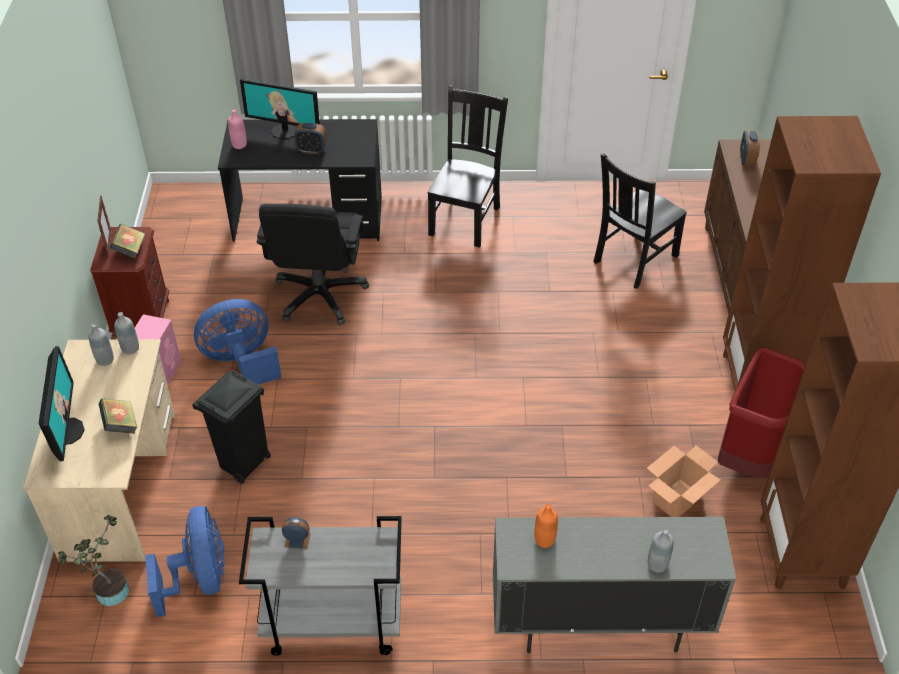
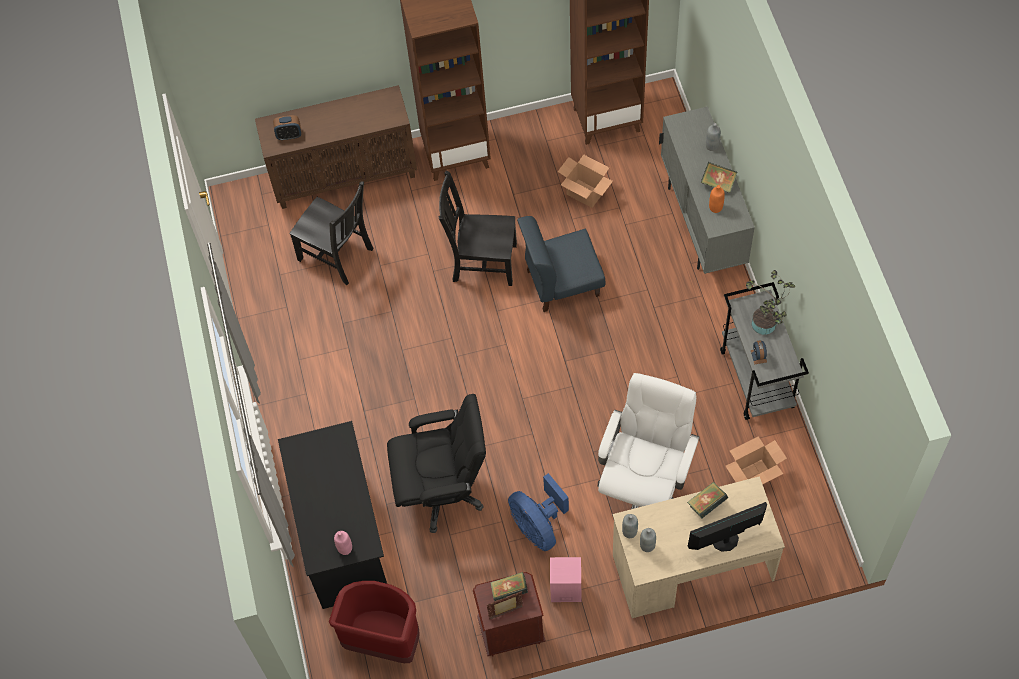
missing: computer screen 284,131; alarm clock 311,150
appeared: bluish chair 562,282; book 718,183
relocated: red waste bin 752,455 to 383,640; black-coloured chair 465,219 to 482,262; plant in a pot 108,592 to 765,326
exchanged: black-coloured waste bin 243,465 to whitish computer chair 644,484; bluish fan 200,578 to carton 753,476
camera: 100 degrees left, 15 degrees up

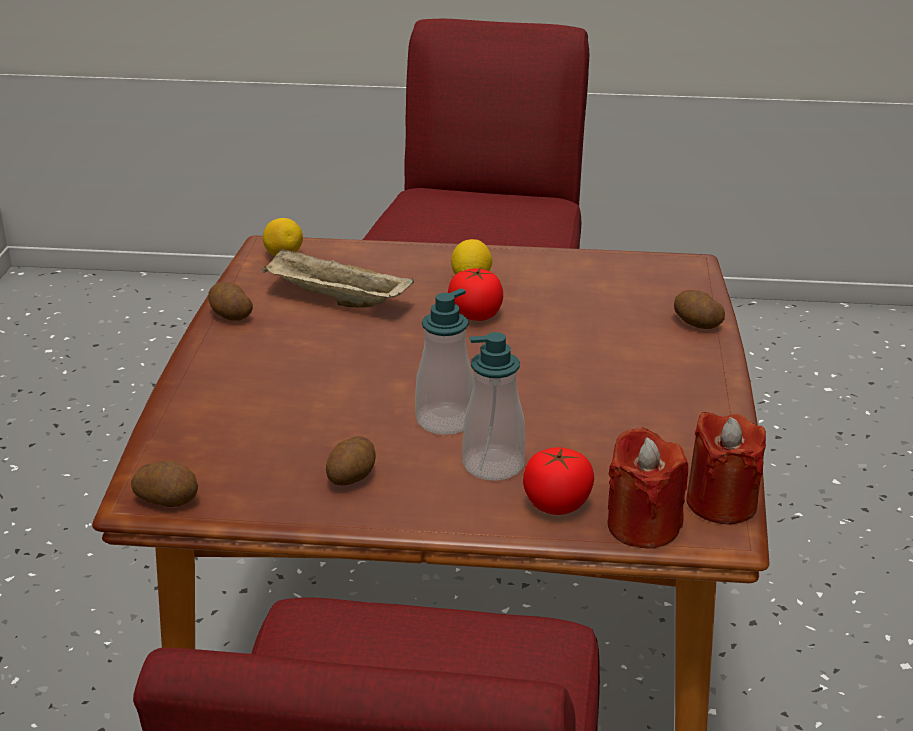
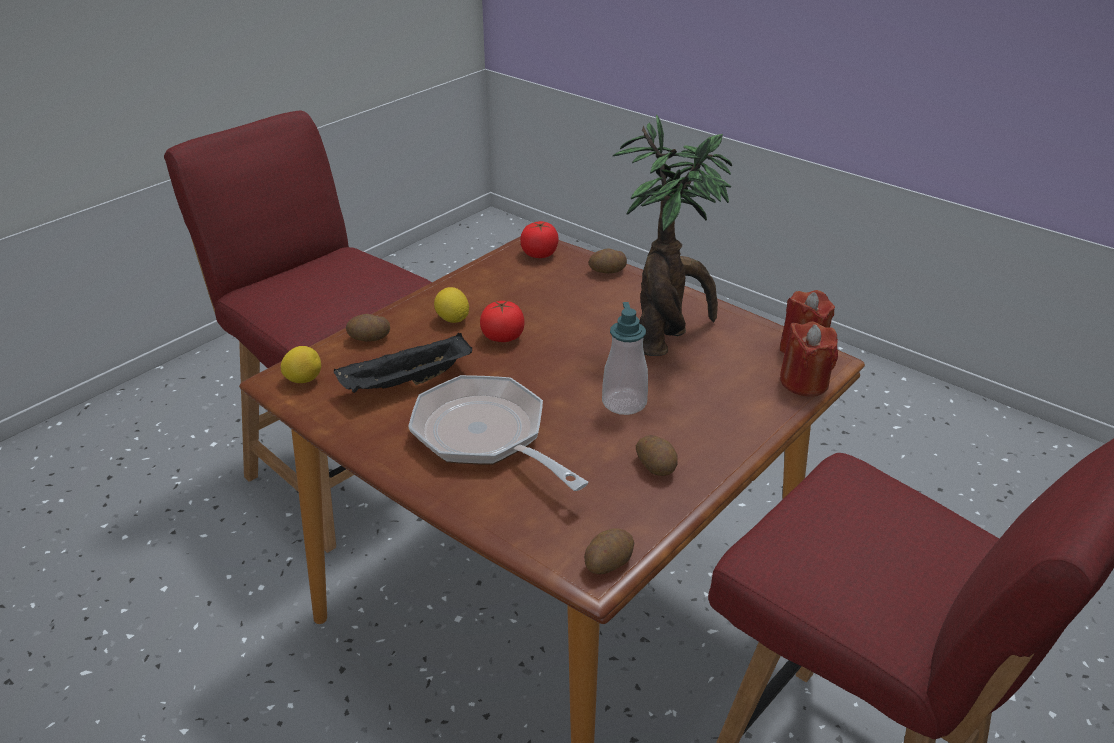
missing: soap dispenser 493,465
appeared: frying pan 486,437; plant in a pot 668,338
relocated: whole potato 230,315 to 369,339; tomato 557,504 to 539,254
colour: beige-coloured carrying tray 334,300 to black-coloured carrying tray 406,383
camera: 55 degrees left, 5 degrees up

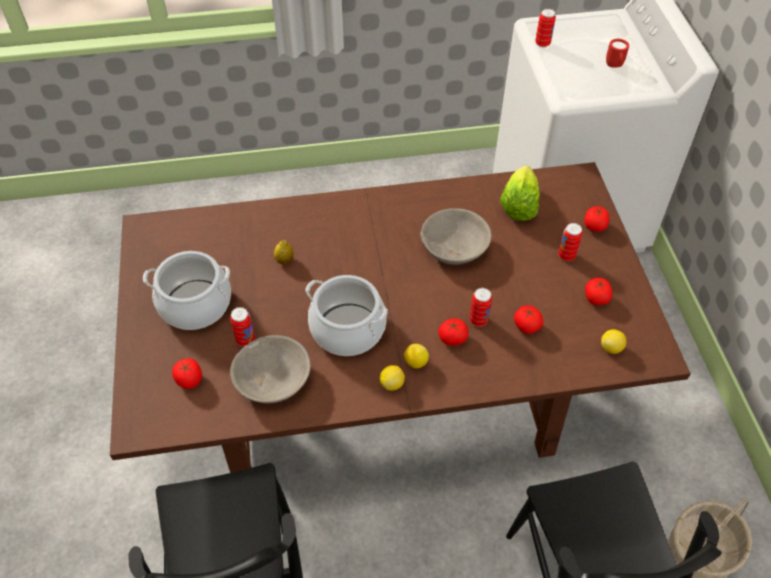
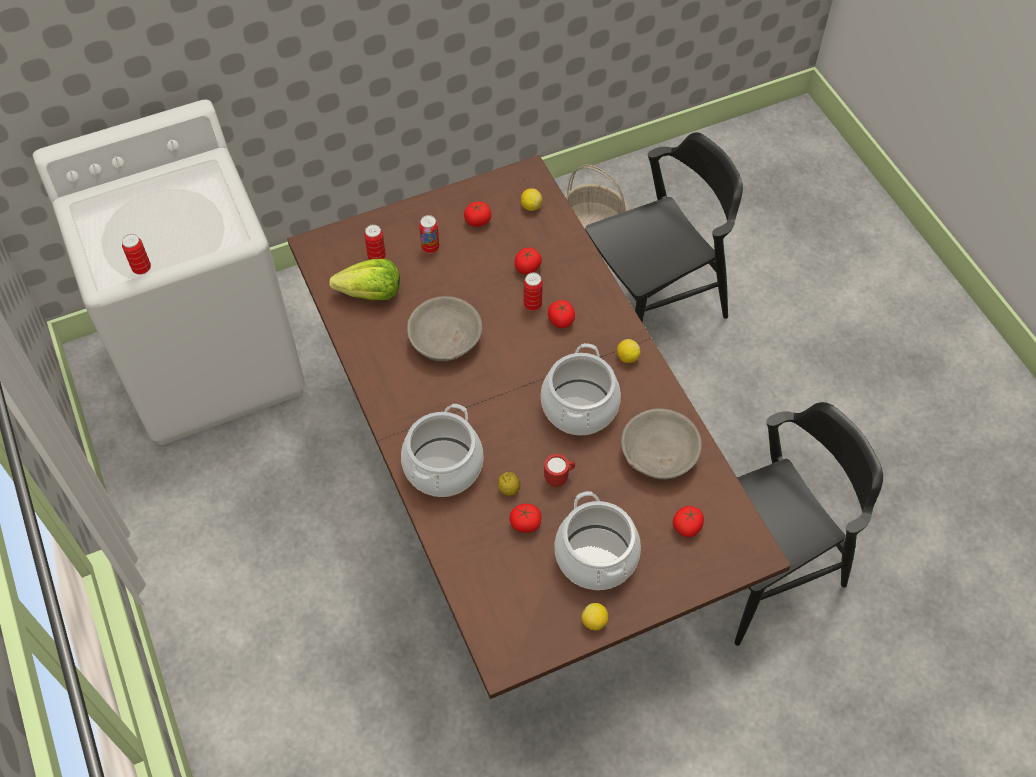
appeared: stockpot 442,466
relocated: metal can 245,339 to 376,257; tomato 594,226 to 525,524; red tea mug 614,66 to 559,478; citrus fruit 415,362 to 594,622
camera: 105 degrees left, 5 degrees up

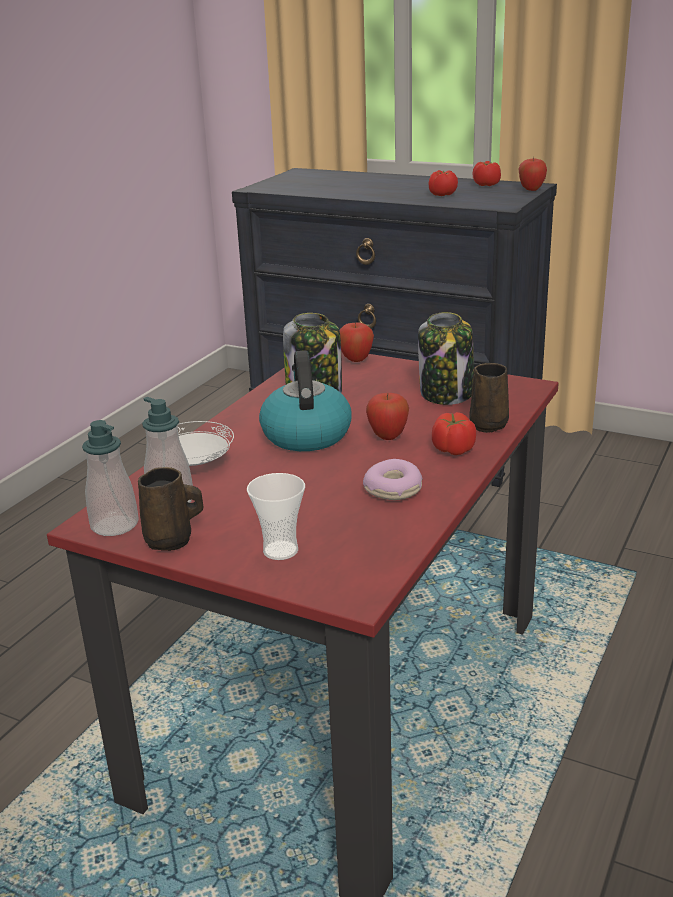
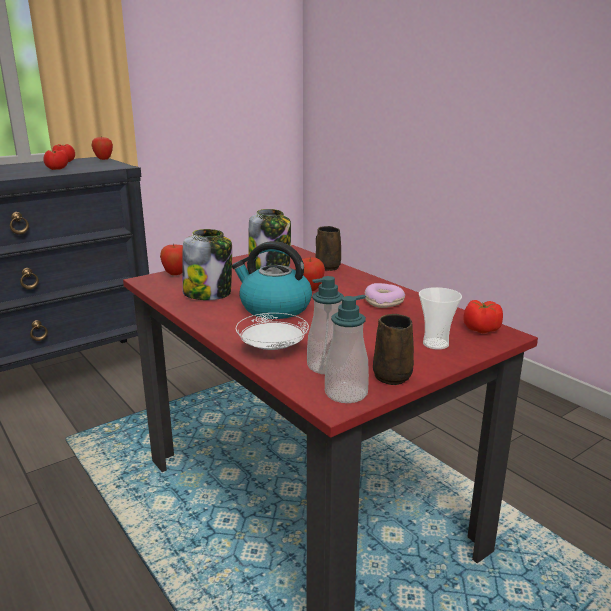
relocated: tomato 453,450 to 481,329
camera: 65 degrees left, 5 degrees down

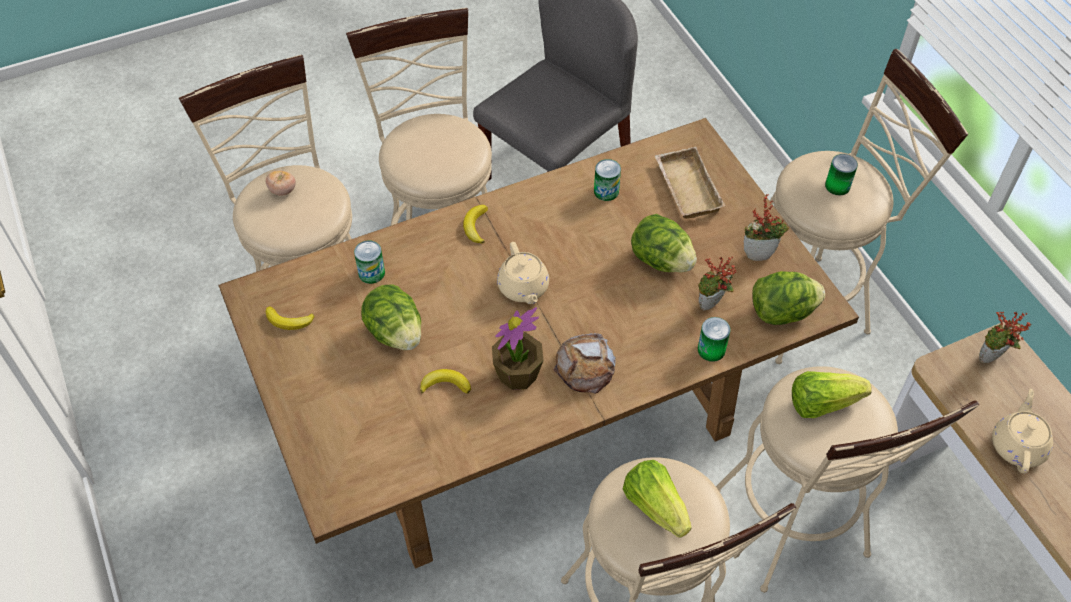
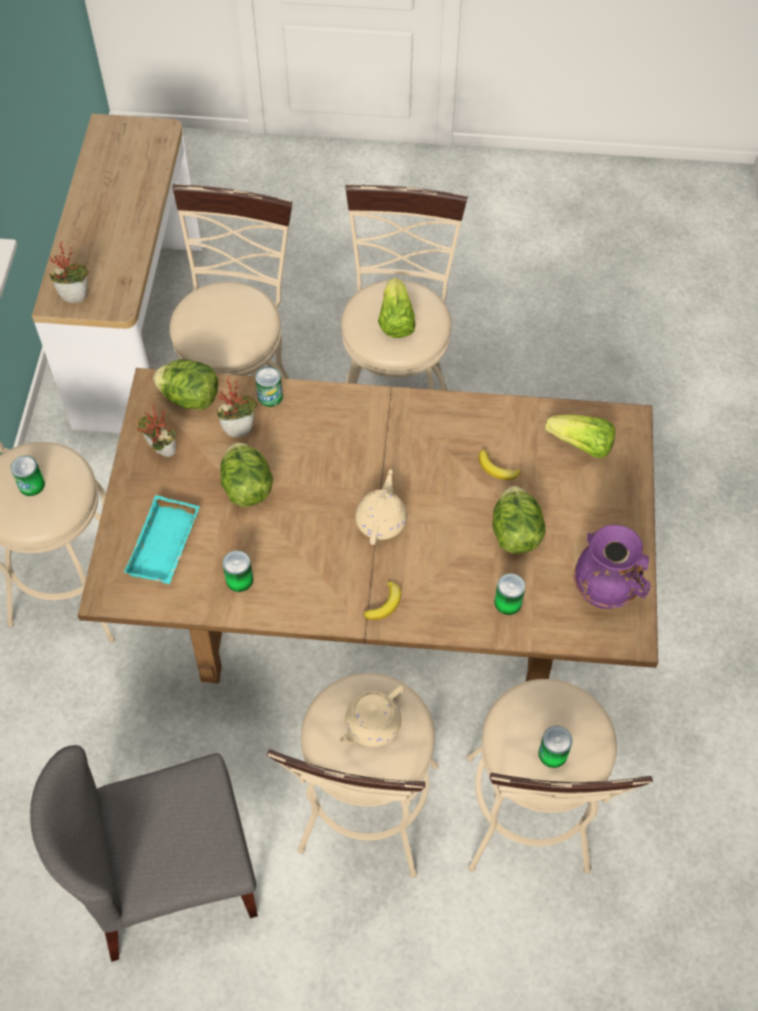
missing: plant in a pot 518,374; bread 585,366
relocated: beige-coloured teapot 1017,445 to 371,725; lettuce head 822,403 to 581,445
exchanged: tomato 282,191 to metal can 552,753; whole banana 289,321 to purple-coloured flower vase 604,590
colour: beige-coloured carrying tray 685,187 to turquoise carrying tray 166,546
camera: 150 degrees left, 5 degrees up

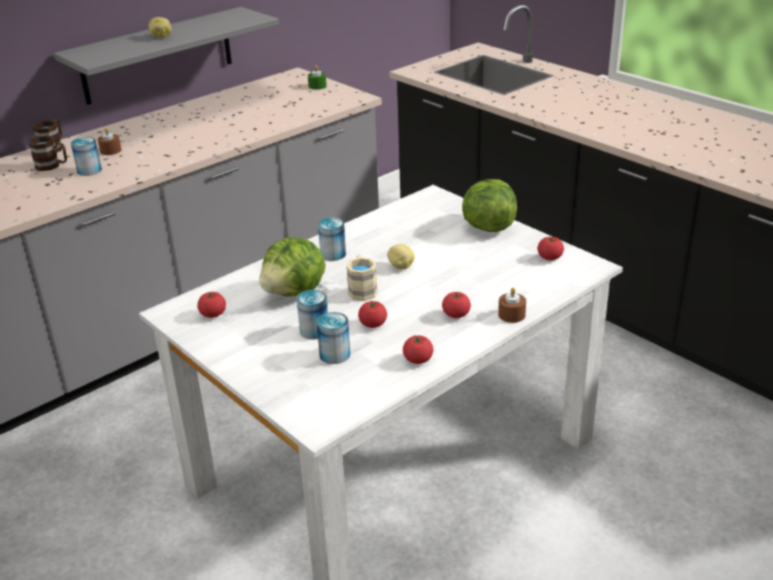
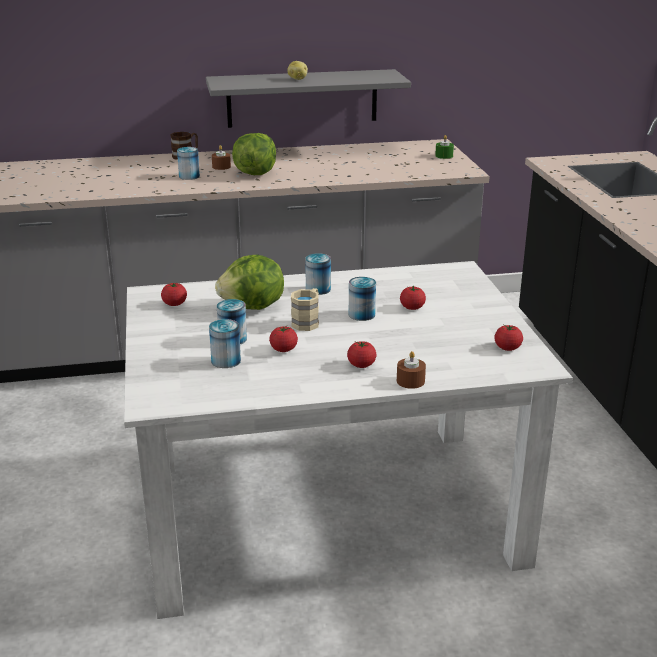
missing: brownish tea mug 52,166
relocated: lettuce head 488,227 to 255,173; tomato 418,360 to 412,307
exchanged: whole potato 400,266 to metal can 361,314
camera: 30 degrees right, 5 degrees down

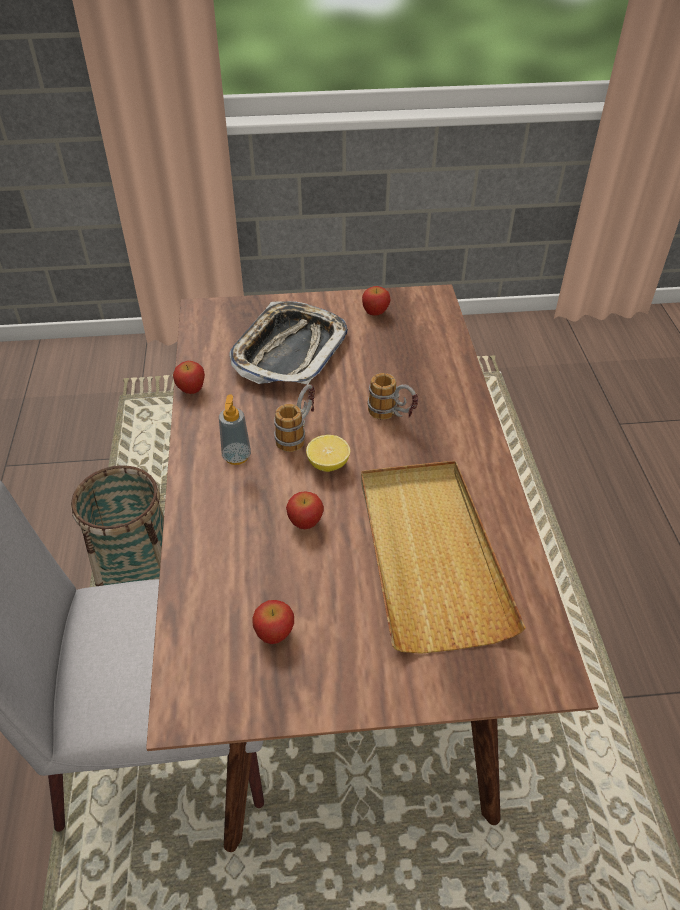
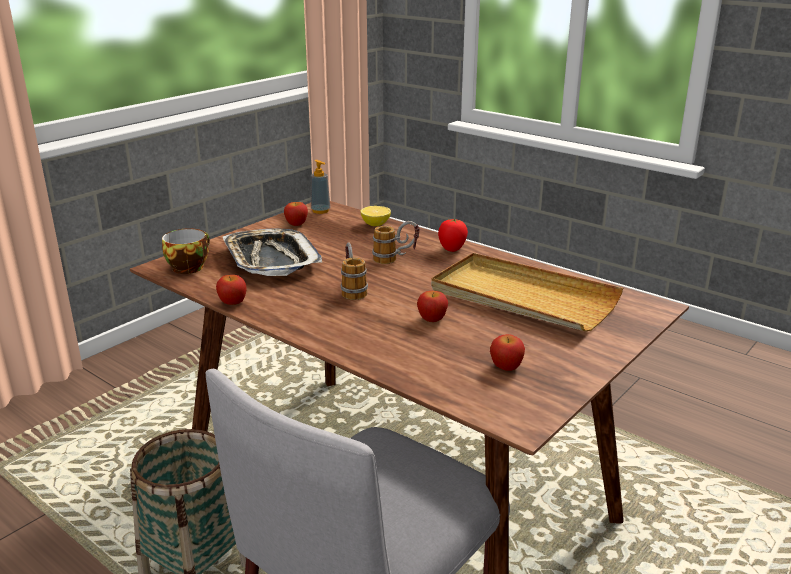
appeared: drinking cup 189,267; tomato 452,250
relocated: soap dispenser 236,456 to 320,211; citrus fruit 328,464 to 375,224
camera: 45 degrees left, 20 degrees down

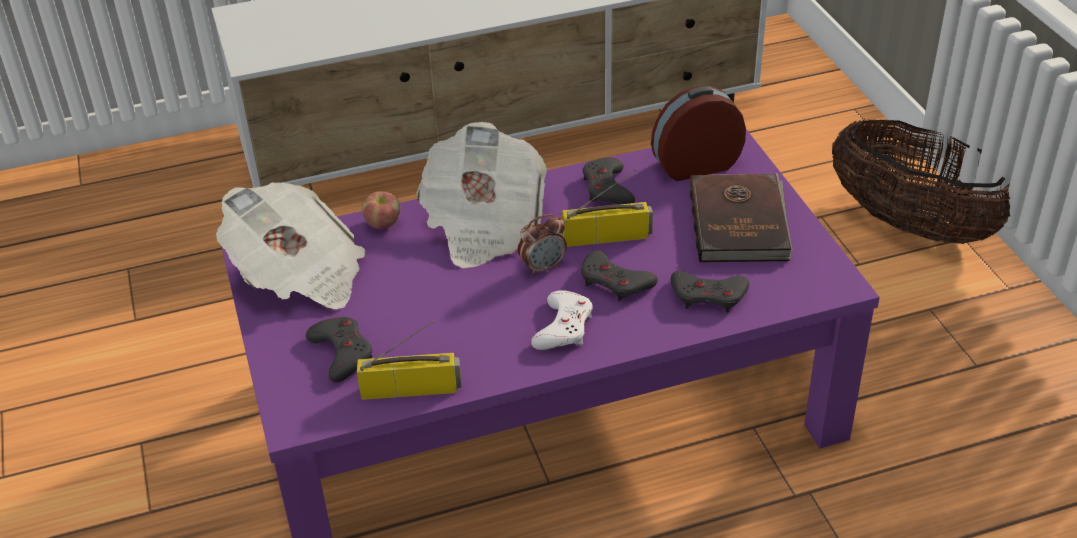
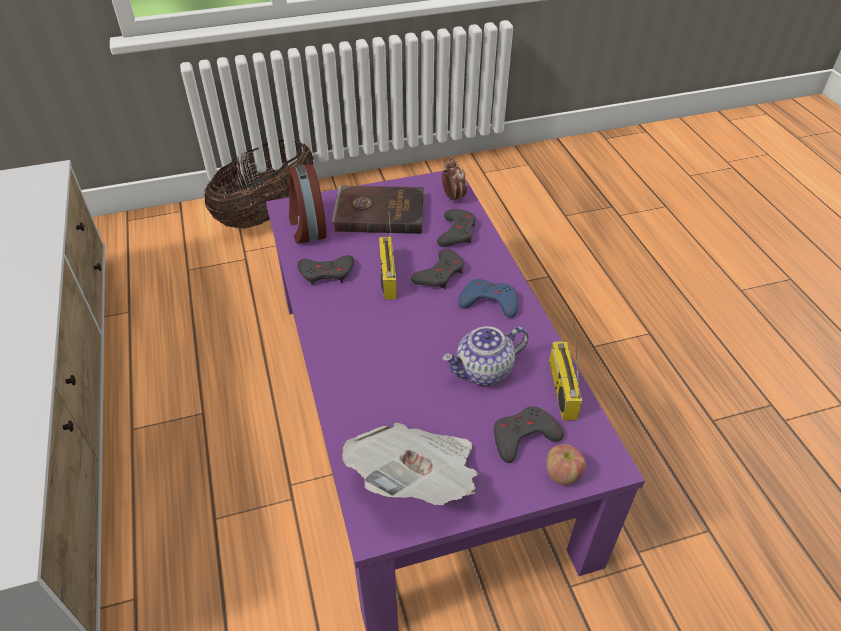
missing: newspaper 483,225
appeared: teapot 484,371
relocated: alarm clock 543,267 to 453,197; whole apple 383,224 to 562,474
colour: whitish gamepad 563,327 to bluish gamepad 489,302
camera: 90 degrees left, 5 degrees up

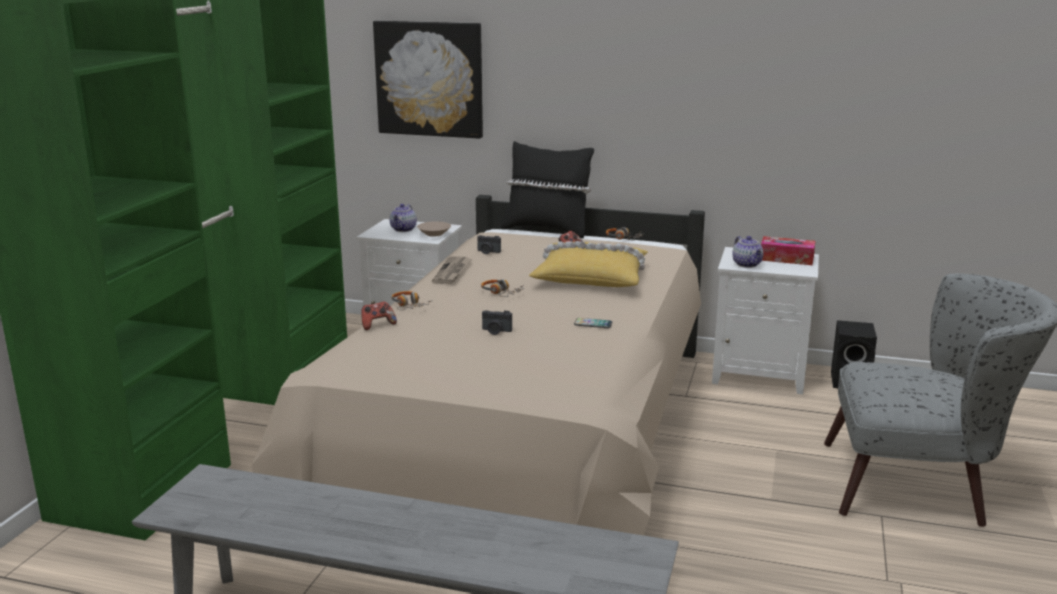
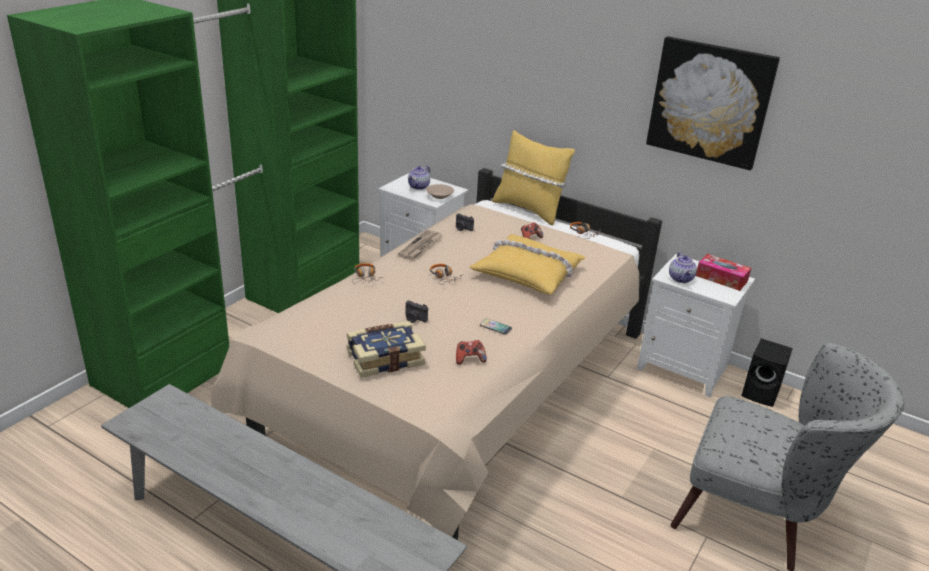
appeared: book 384,358
relocated: gamepad 377,325 to 469,359; wall art 429,79 to 710,102
colour: black-coloured throw pillow 547,230 to yellow-coloured throw pillow 529,210
camera: 15 degrees right, 10 degrees up

